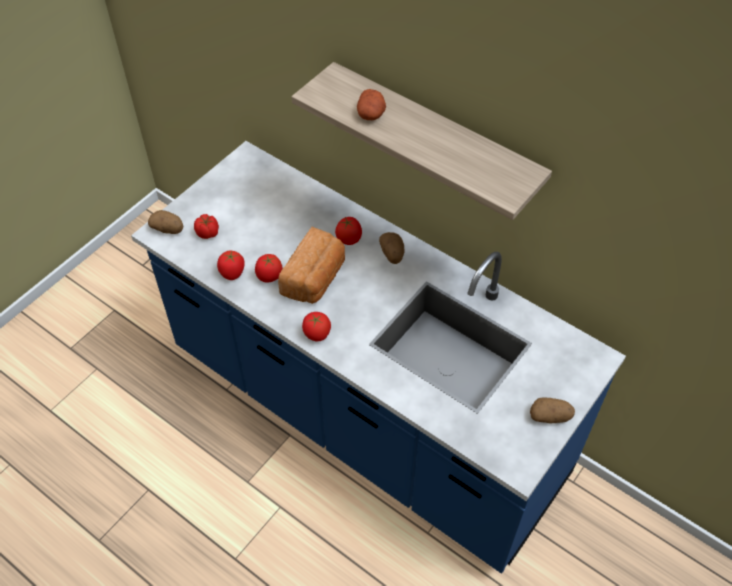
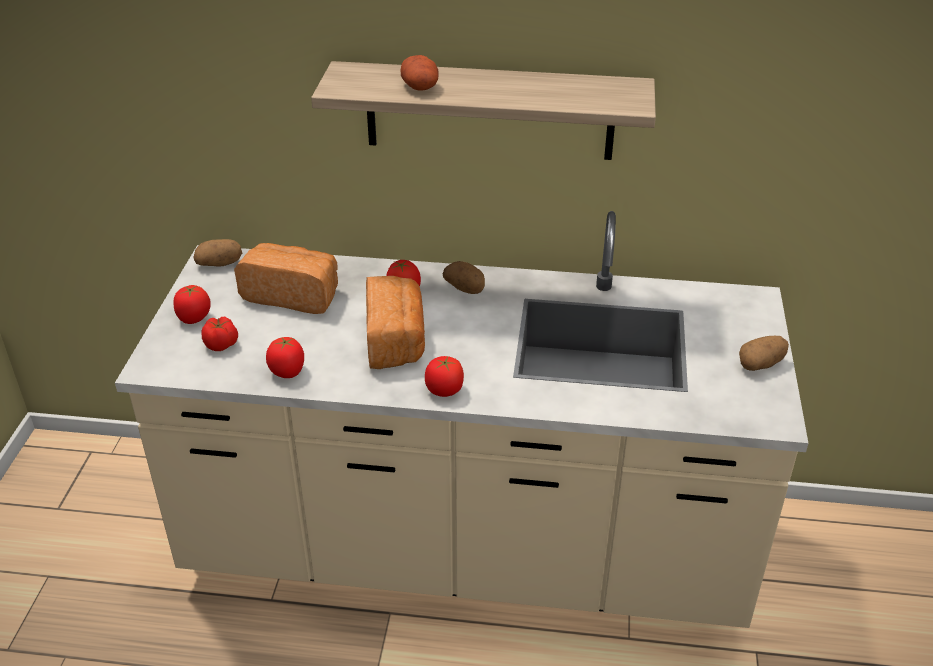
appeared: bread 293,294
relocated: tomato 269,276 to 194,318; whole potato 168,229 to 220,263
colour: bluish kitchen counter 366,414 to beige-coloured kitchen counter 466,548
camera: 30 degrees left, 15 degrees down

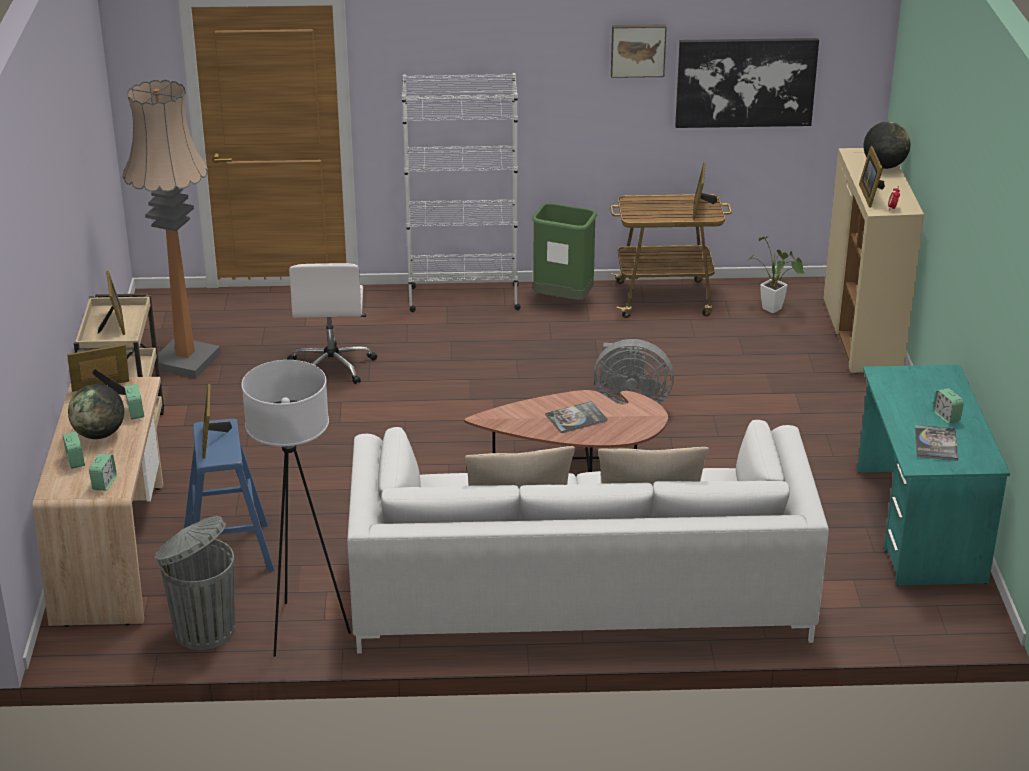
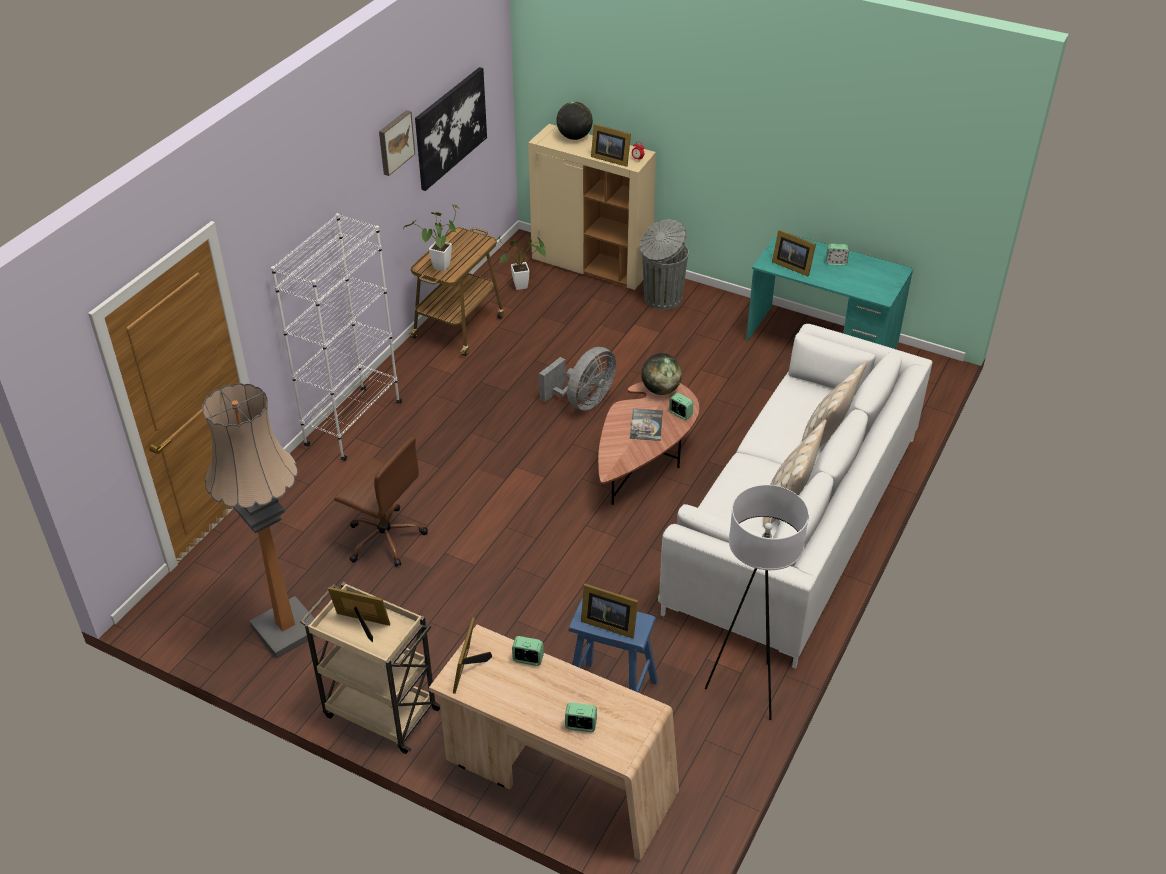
missing: green-coloured waste bin 563,300; book 936,444
appeared: plant in a pot 440,269
relocated: greyish waste bin 203,630 to 661,299; world globe 99,434 to 660,390; alarm clock 104,483 to 680,414; picture frame 701,208 to 791,266
colour: whitish computer chair 332,366 to brownish computer chair 384,538
camera: 60 degrees left, 10 degrees up

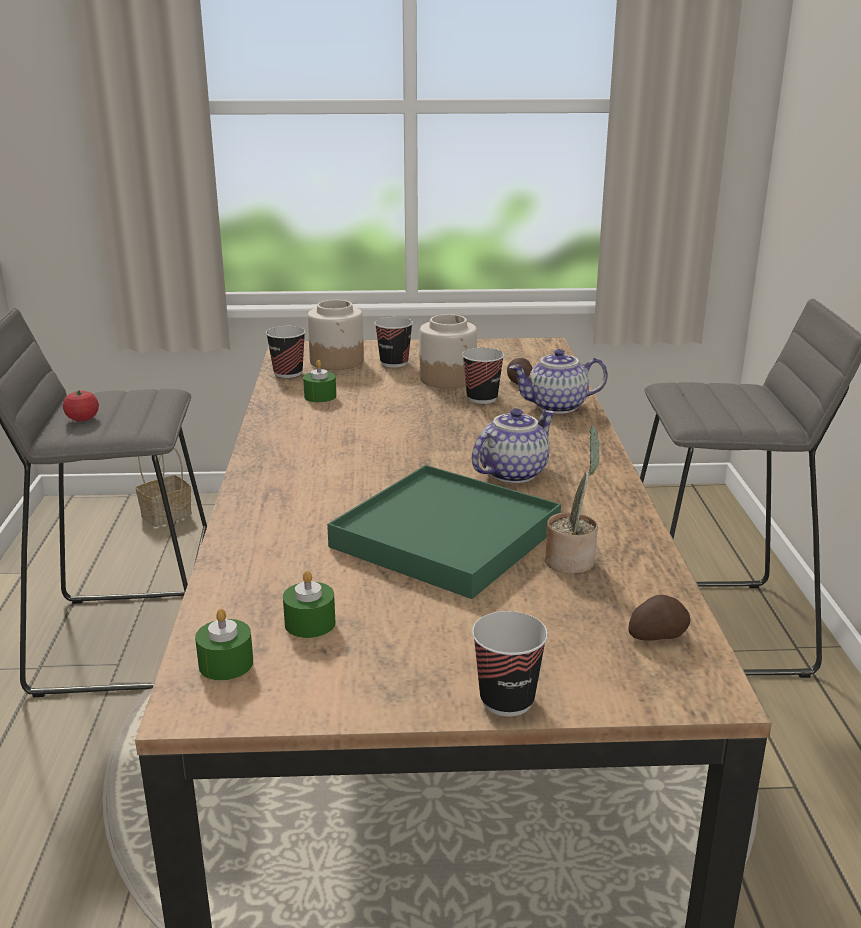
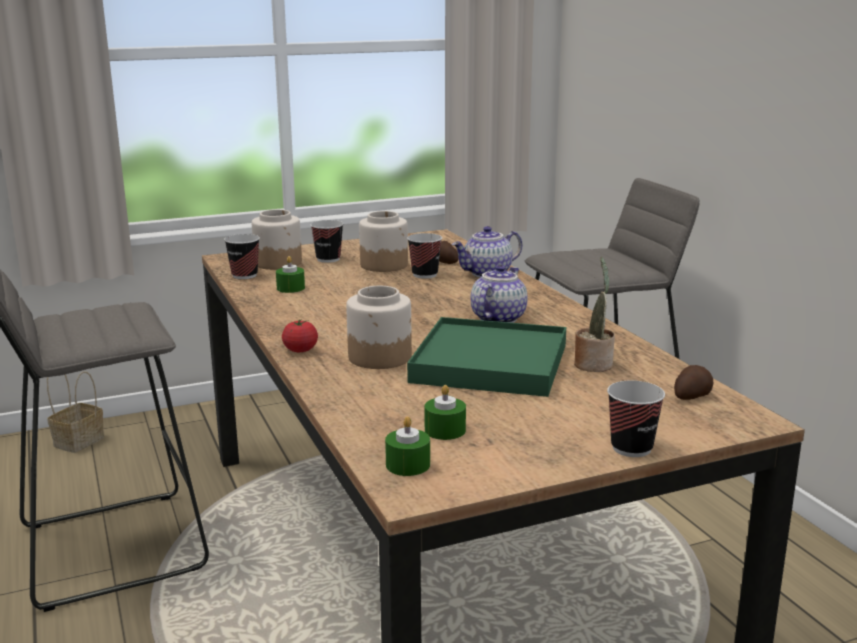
appeared: preserve jar 380,357
relocated: tomato 82,419 to 300,350
camera: 20 degrees left, 5 degrees down

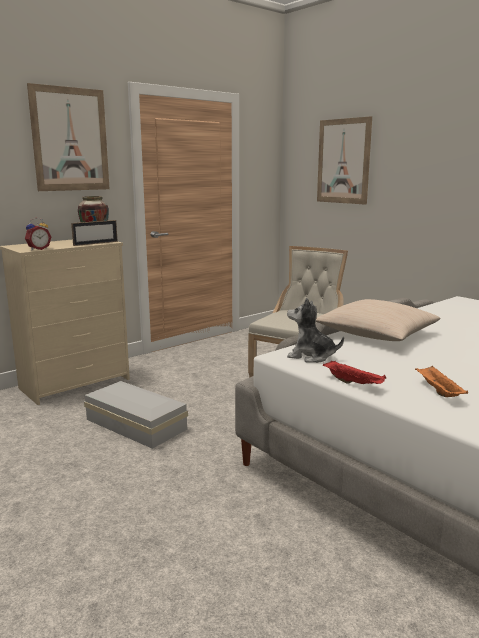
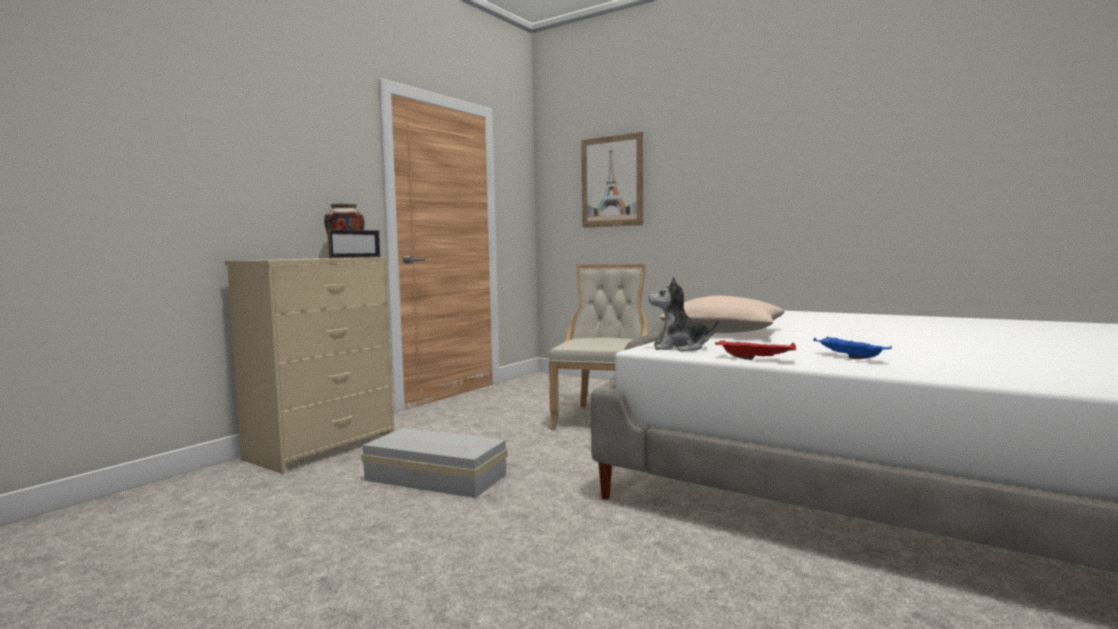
missing: alarm clock 38,249; wall art 70,139
colour: orangey carrying tray 438,391 to bluish carrying tray 848,357
camera: 15 degrees left, 10 degrees down

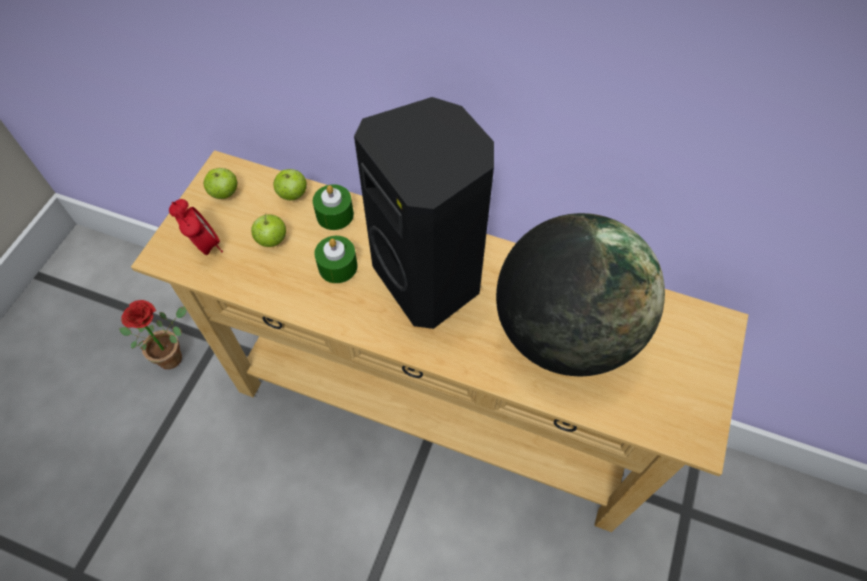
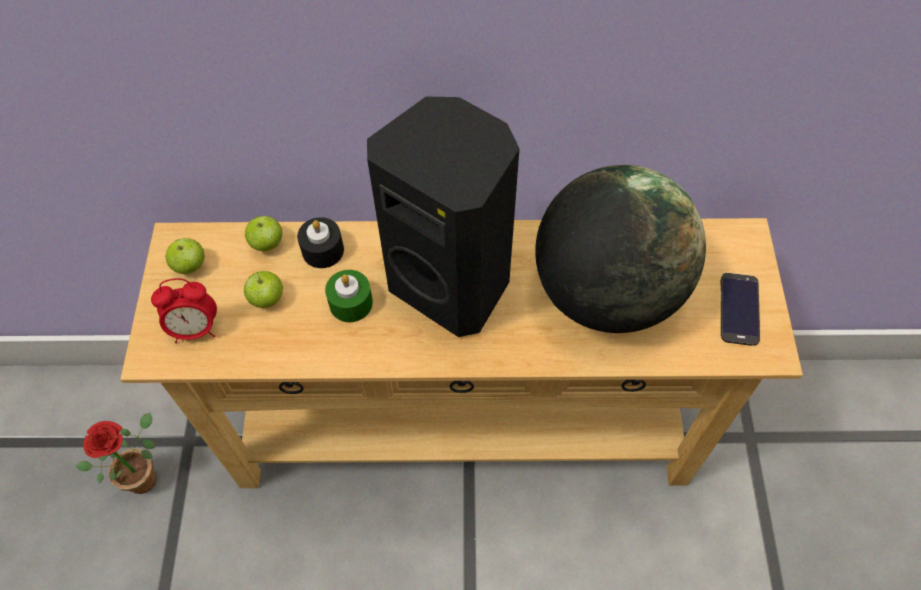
appeared: telephone 739,309
colour: green-coloured candle 335,214 to black-coloured candle 323,250
spun: alarm clock 205,246 = 195,329 135 degrees clockwise
camera: 20 degrees left, 0 degrees up

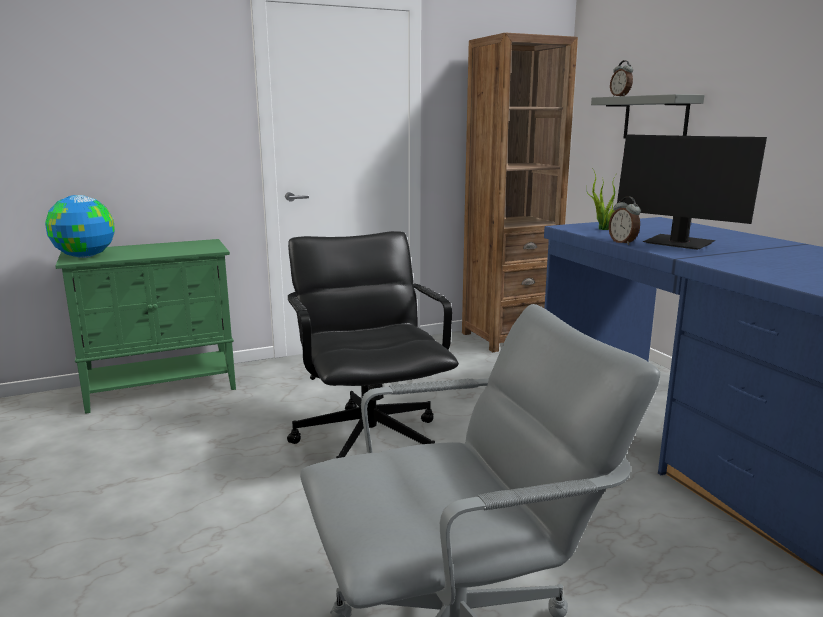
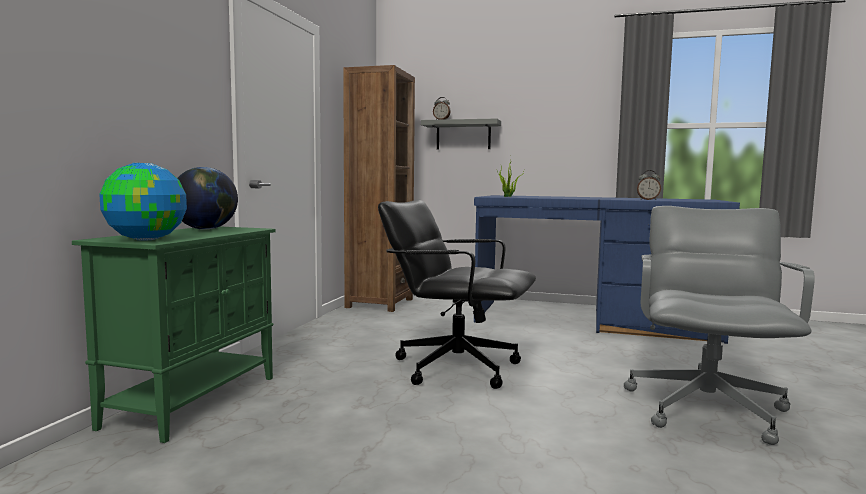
missing: computer screen 678,243
appeared: world globe 206,229
relocated: alarm clock 623,243 to 648,200
camera: 50 degrees left, 10 degrees down

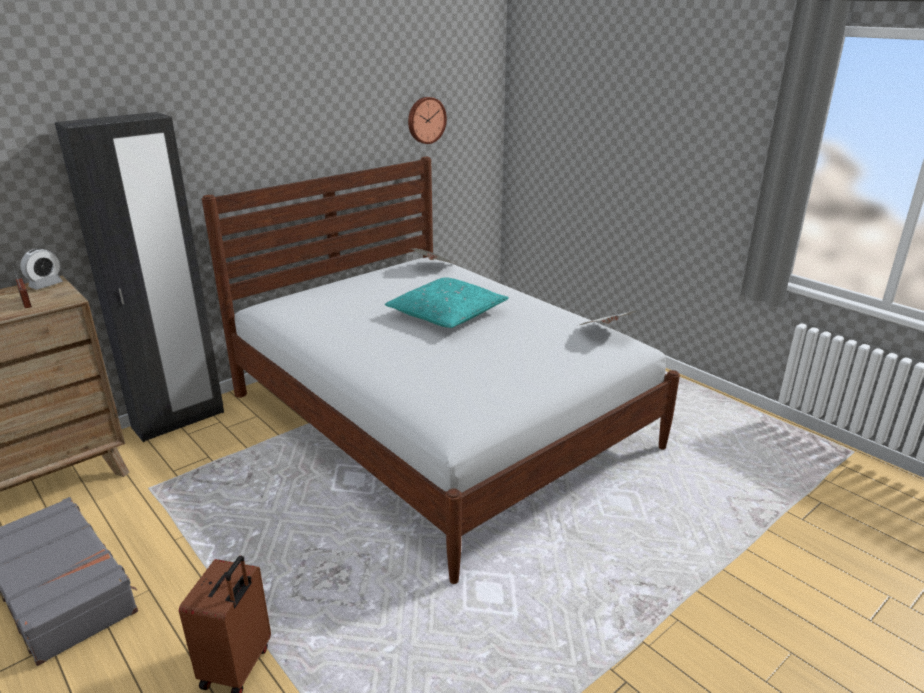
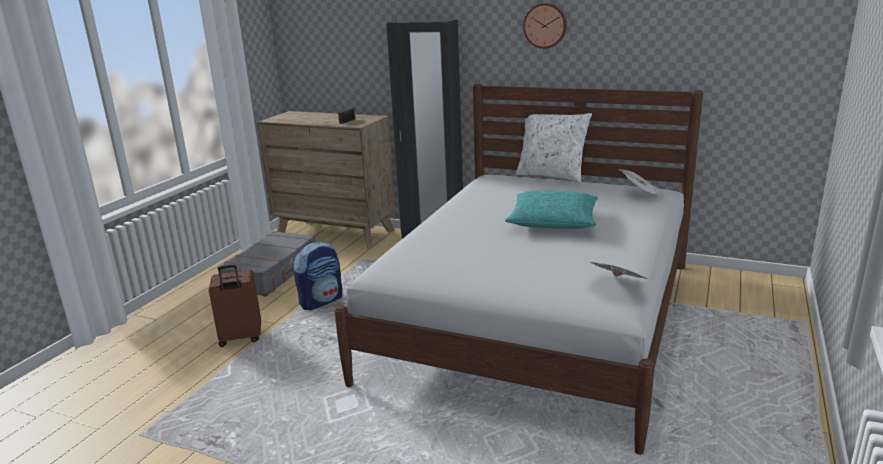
missing: alarm clock 46,285
appeared: rucksack 321,301; whitish throw pillow 551,176
relocated: clock on the wall 425,120 to 545,25
camera: 65 degrees right, 5 degrees down

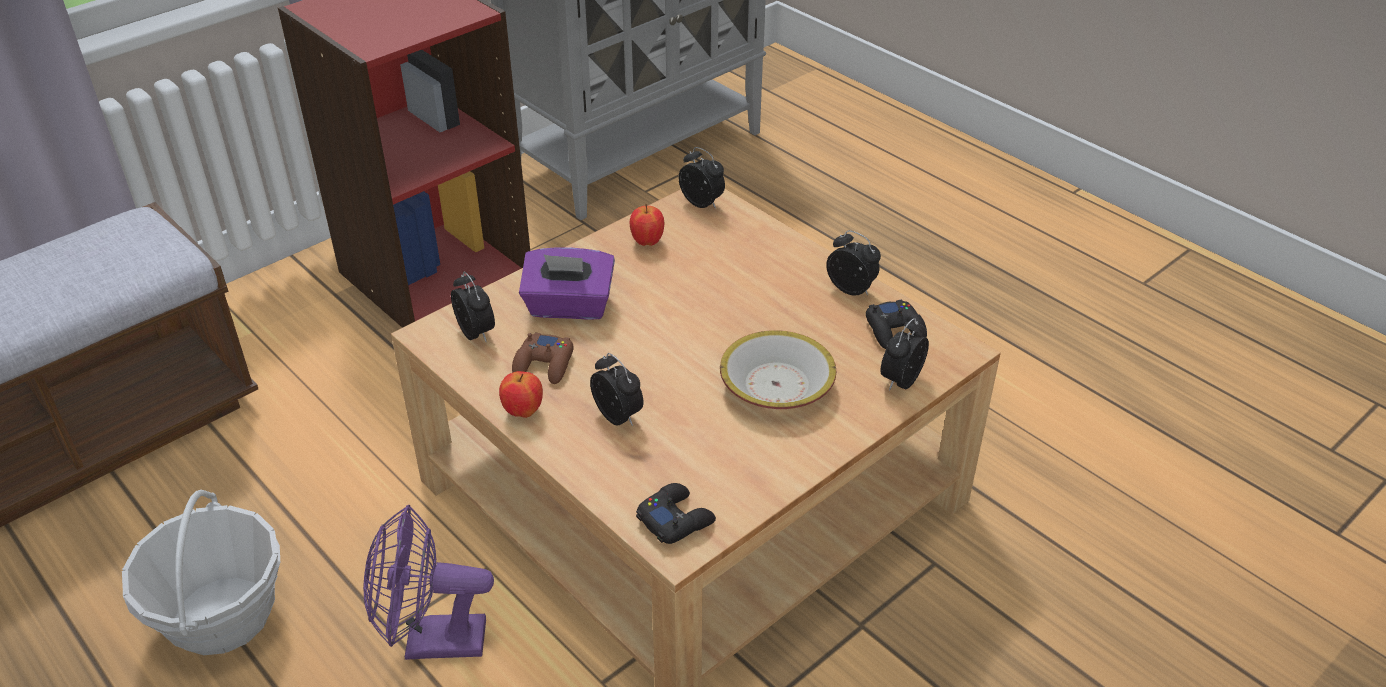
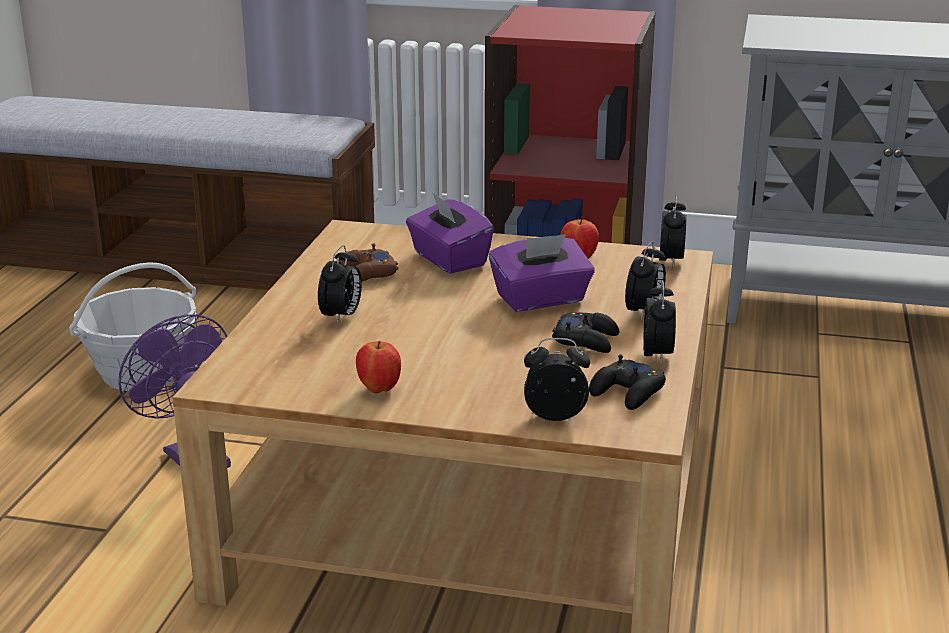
missing: deep dish 776,385
appeared: purple-coloured box of tissues 541,299
relocated: whole apple 523,411 to 379,389; black-coloured gamepad 675,519 to 586,340; alarm clock 476,333 to 644,312
camera: 55 degrees right, 15 degrees down

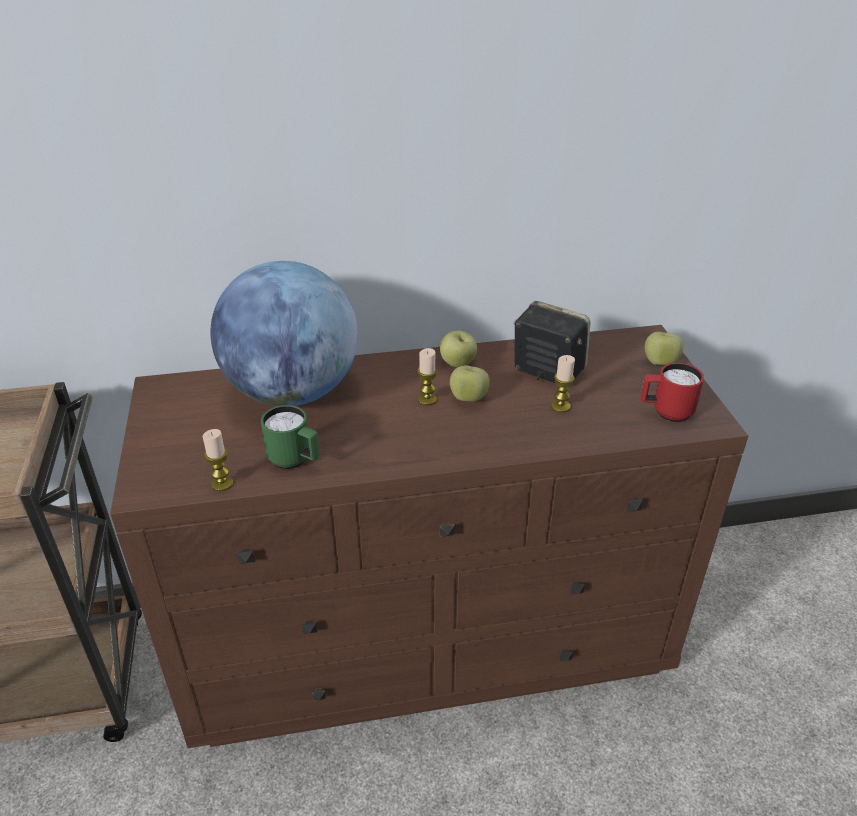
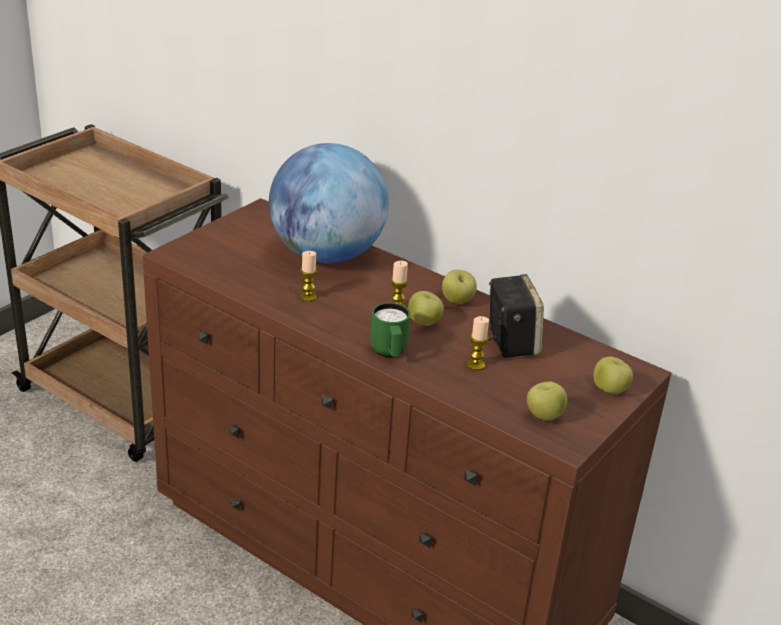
relocated: candle 222,483 to 308,297; green-coloured tea mug 295,461 to 389,353
exchanged: red tea mug 665,412 to whole apple 544,416
camera: 45 degrees right, 5 degrees down

